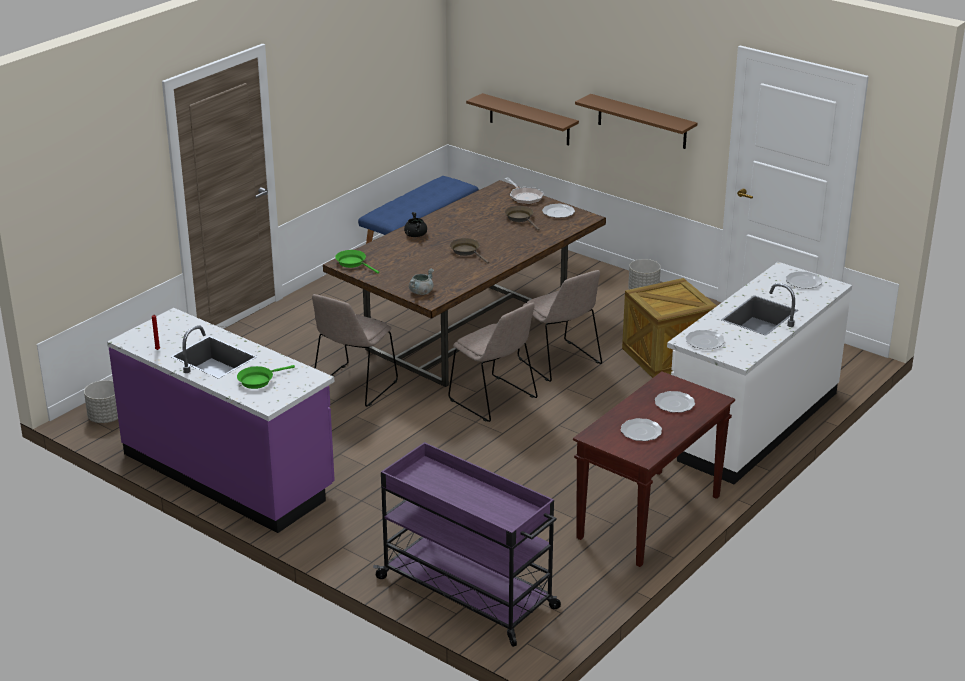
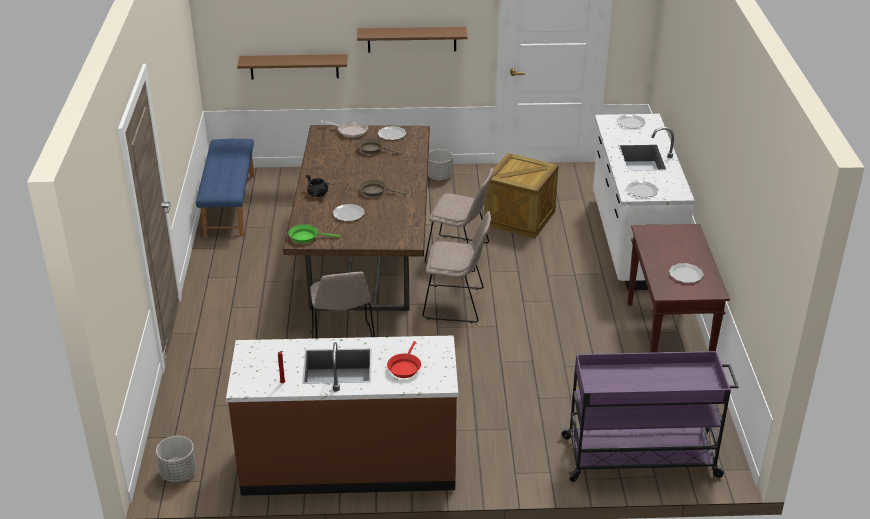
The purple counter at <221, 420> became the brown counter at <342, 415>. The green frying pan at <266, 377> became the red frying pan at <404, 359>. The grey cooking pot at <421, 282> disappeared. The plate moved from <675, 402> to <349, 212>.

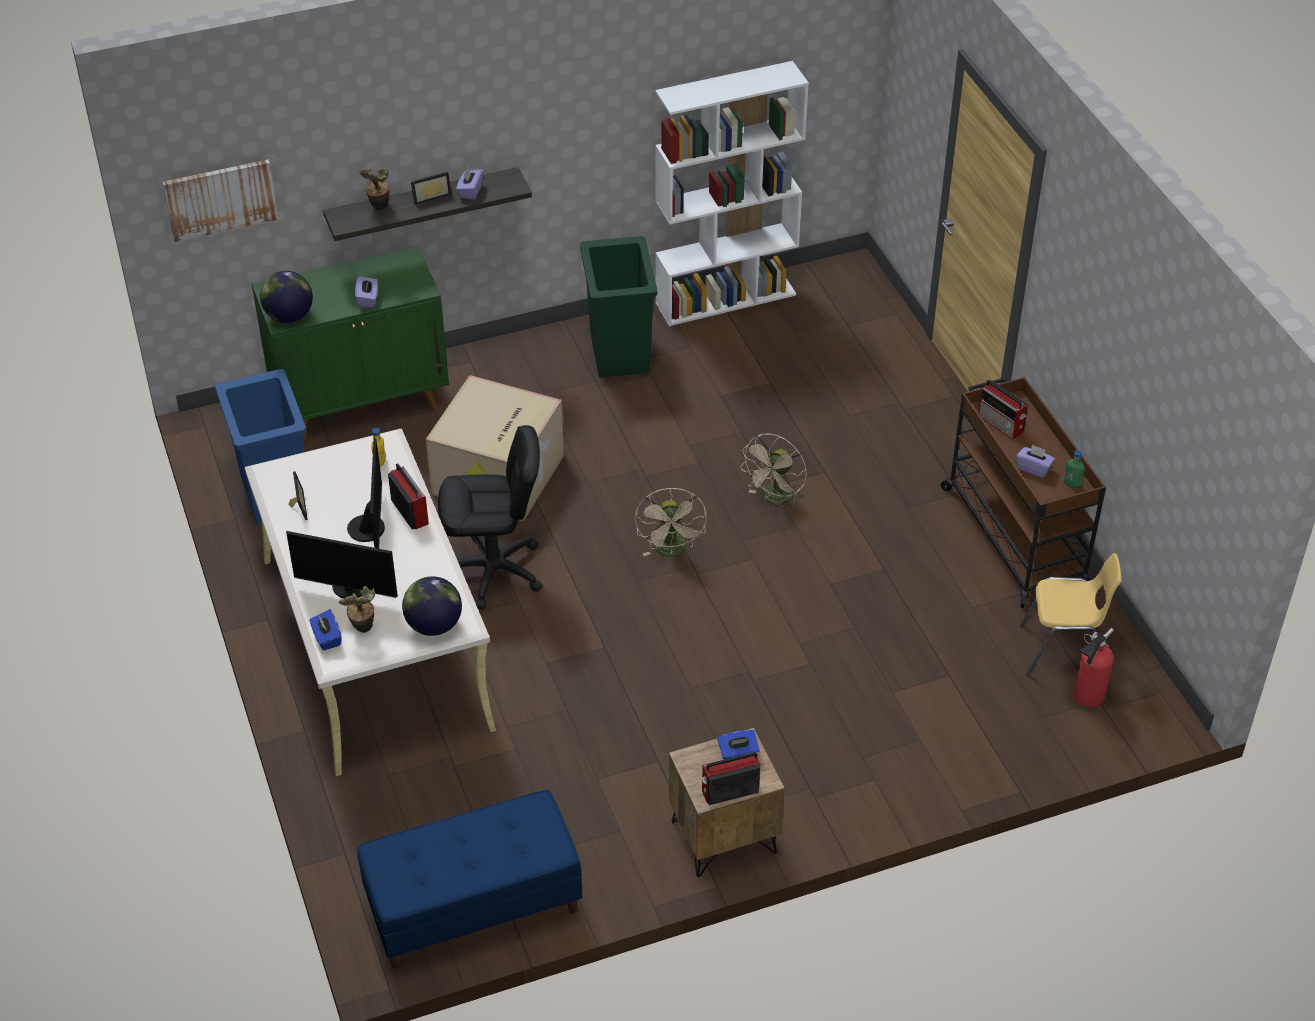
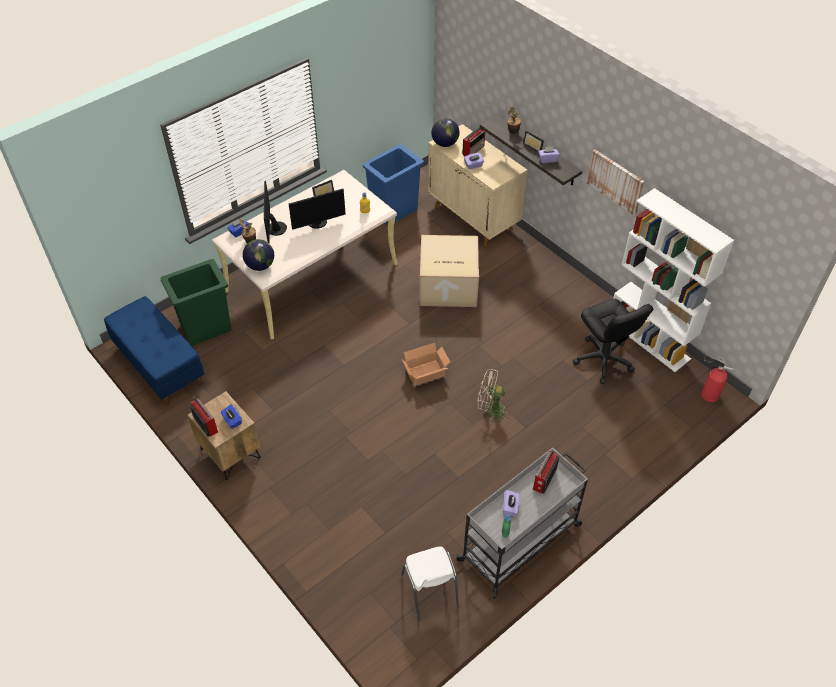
The picture moved from <220, 200> to <615, 182>. The green cabinet at <350, 343> became the beige cabinet at <478, 185>. The radio moved from <408, 496> to <473, 142>. The black office chair moved from <490, 517> to <613, 341>. The green trash can moved from <618, 307> to <196, 302>. The beige fan at <671, 522> was replaced by the cardboard box at <426, 364>. The brown cart at <1023, 492> became the grey cart at <521, 523>. The yellow chair at <1070, 614> became the white chair at <430, 584>. The fire extinguisher moved from <1093, 667> to <717, 379>.

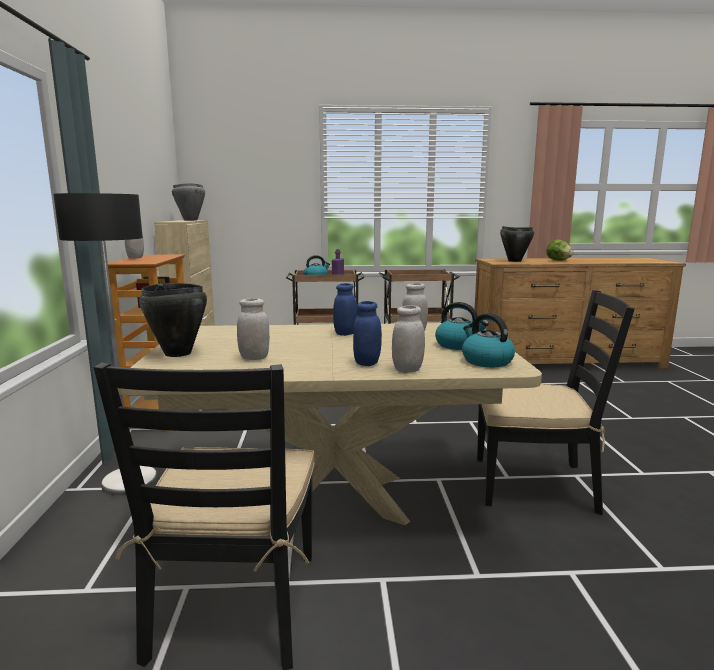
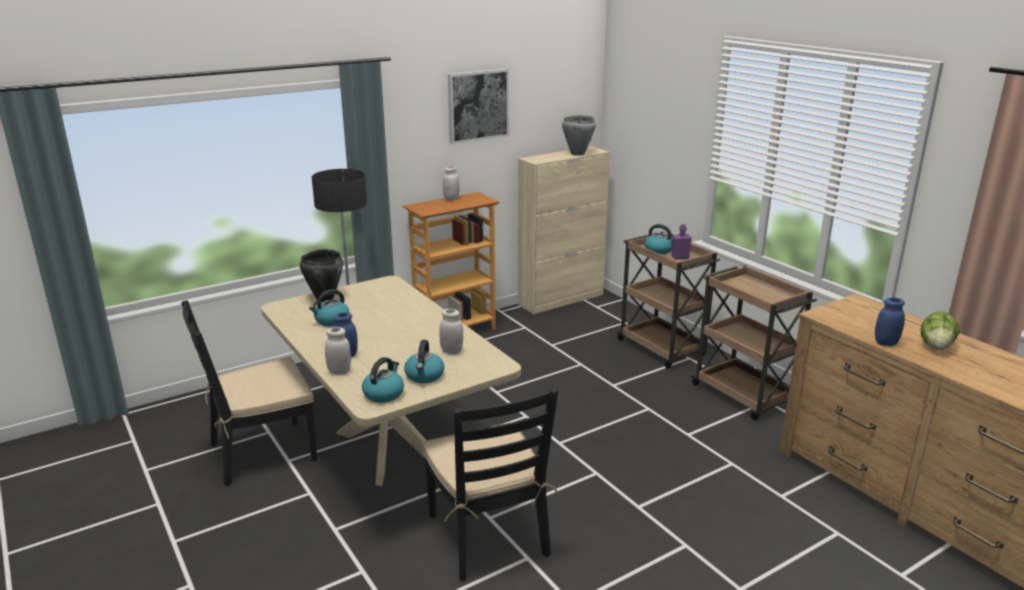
The white jar at <253, 329> was replaced by the kettle at <329, 307>. The blue jar moved from <345, 309> to <890, 322>. The black cooking pot at <517, 244> disappeared. The picture at <478, 106> appeared.

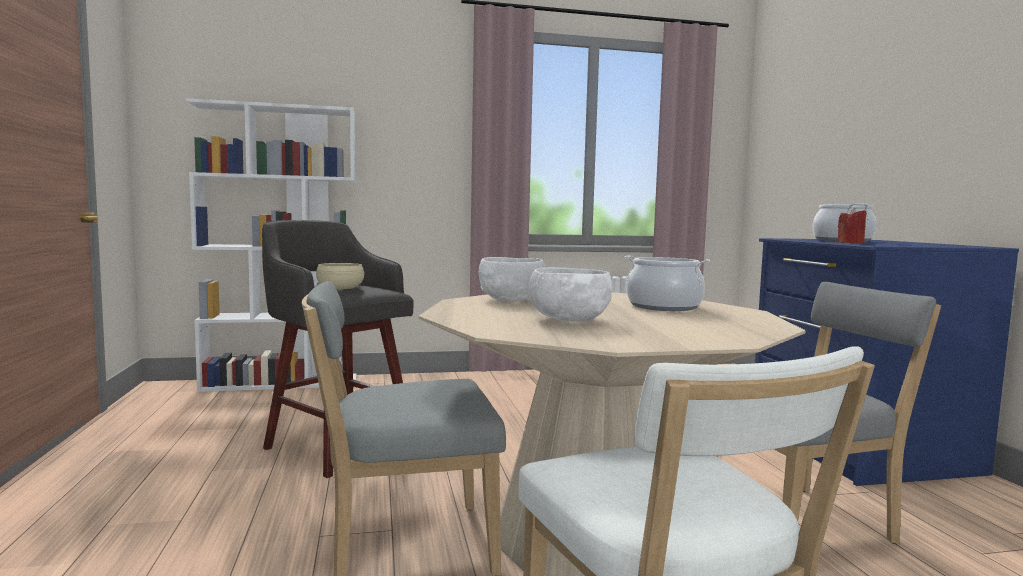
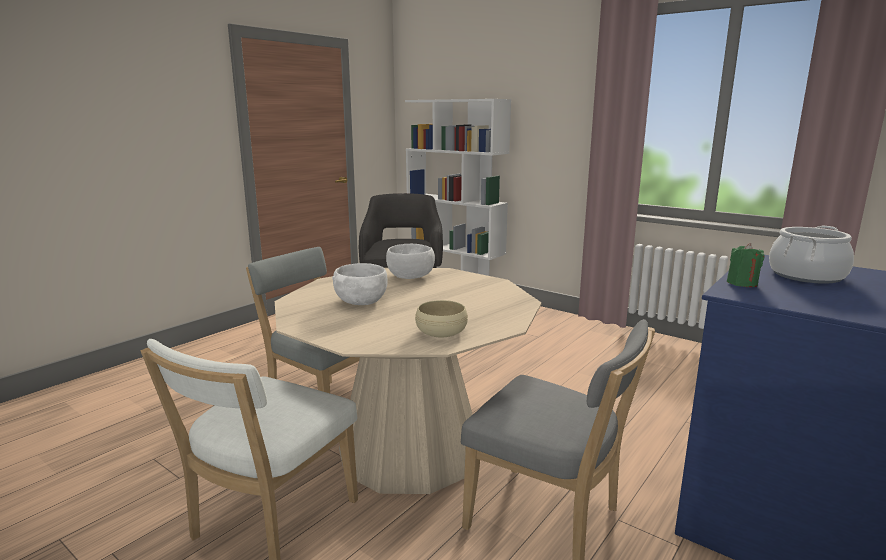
The beige bowl moved from <340, 276> to <441, 318>. The cooking pot at <667, 283> disappeared. The red candle at <852, 226> became the green candle at <746, 265>.

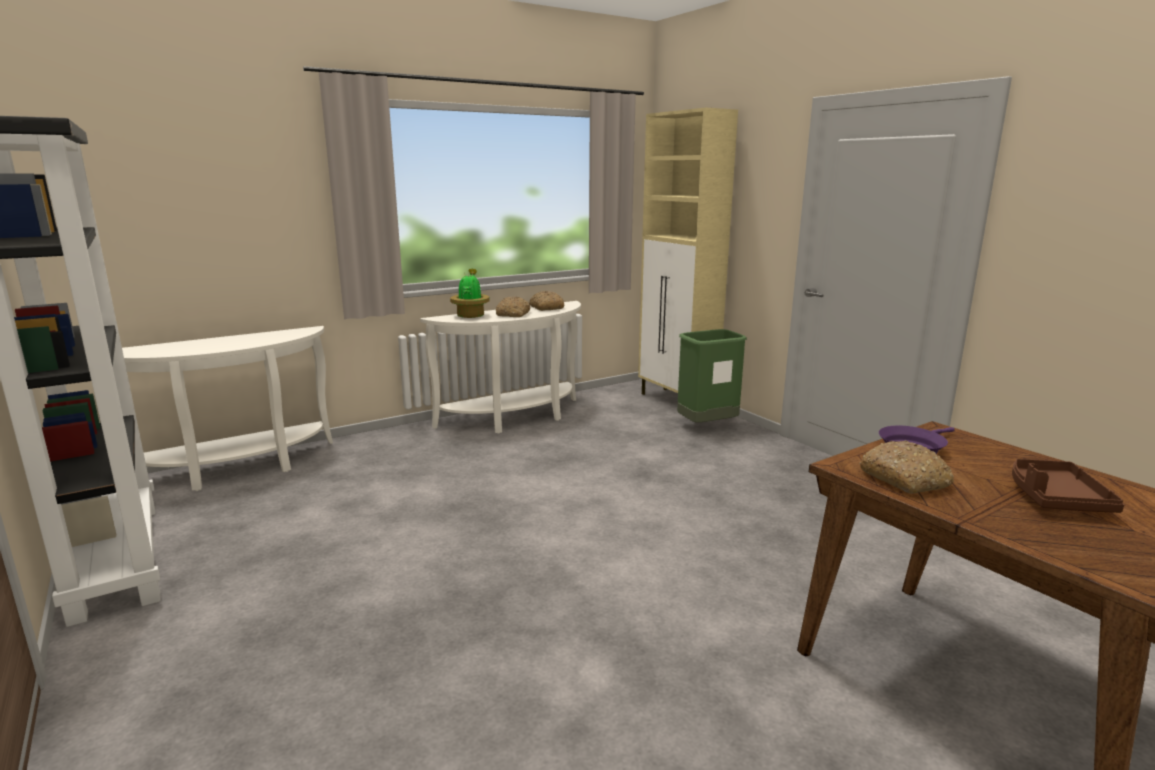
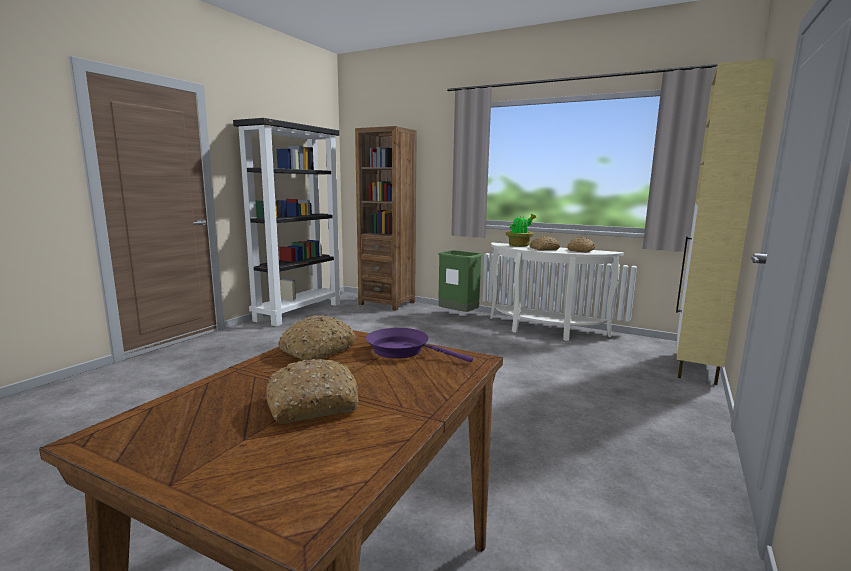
The white console table at <227, 408> was replaced by the brown bookcase at <386, 218>. The green trash can moved from <712, 375> to <460, 281>. The brown tray at <1068, 486> was replaced by the bread at <312, 391>.

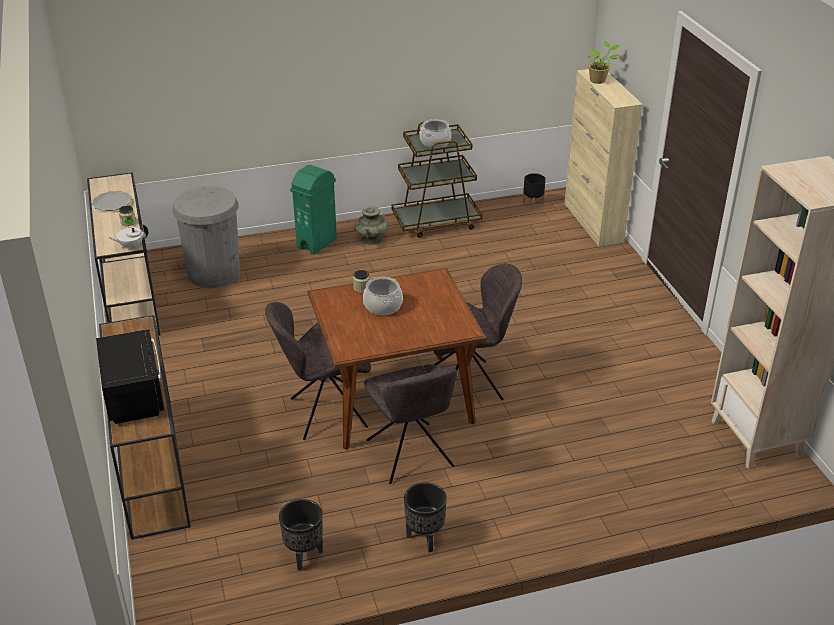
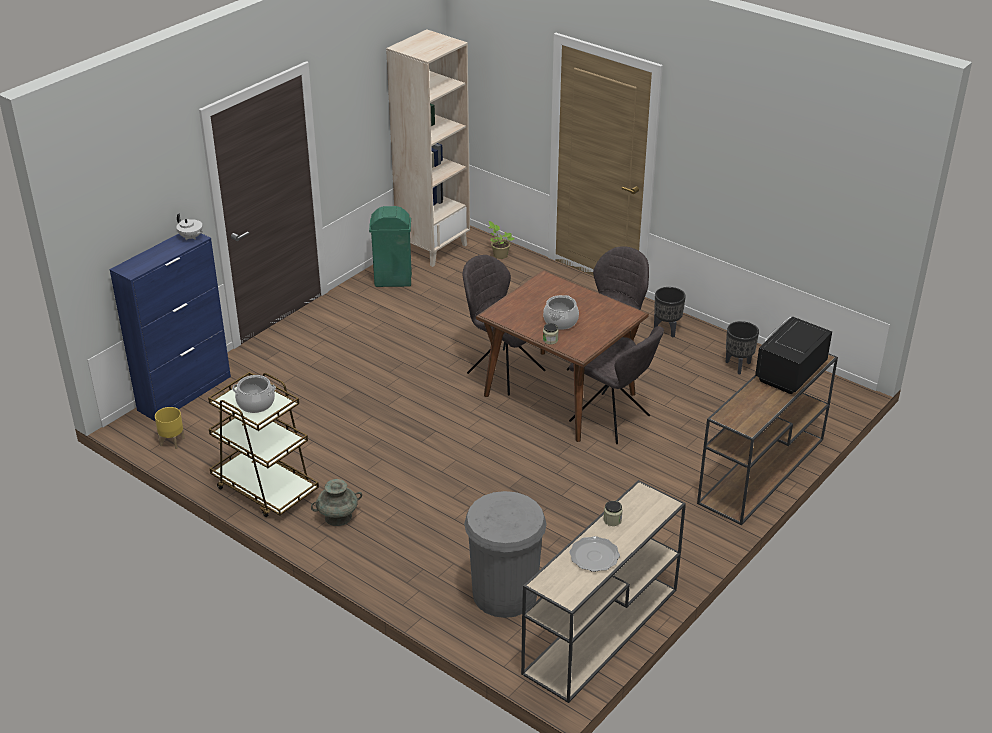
The white teapot moved from <128, 236> to <189, 226>. The green trash can moved from <313, 209> to <390, 246>. The black planter at <534, 191> became the yellow planter at <170, 428>. The beige cabinet at <604, 158> became the blue cabinet at <170, 327>. The potted plant moved from <603, 62> to <501, 240>.

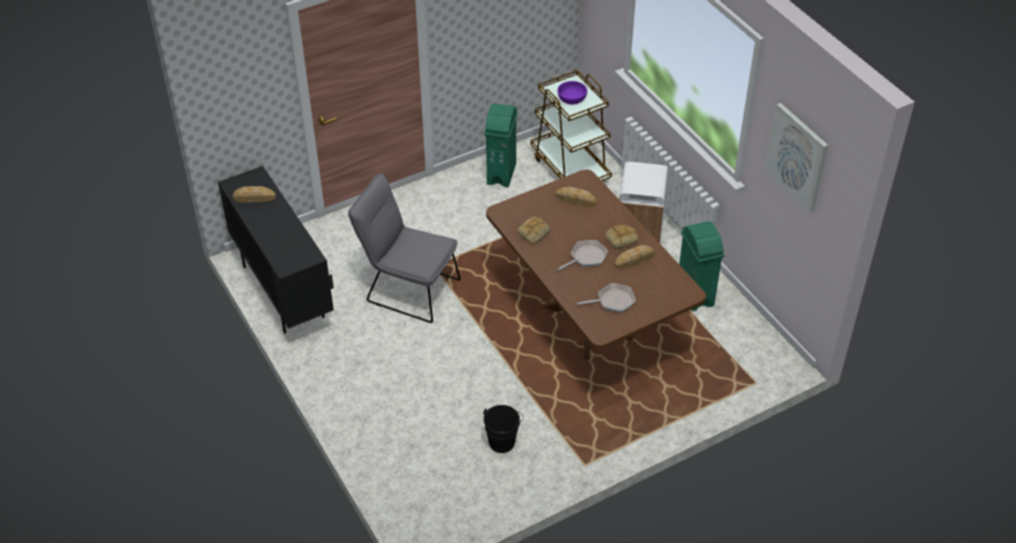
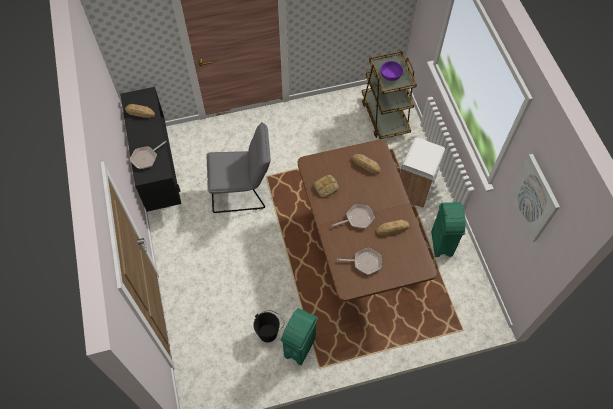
The grey chair at <404, 248> turned 135 degrees clockwise. The green trash can moved from <501, 145> to <299, 336>. The bread at <621, 237> disappeared. The frying pan at <148, 155> appeared.

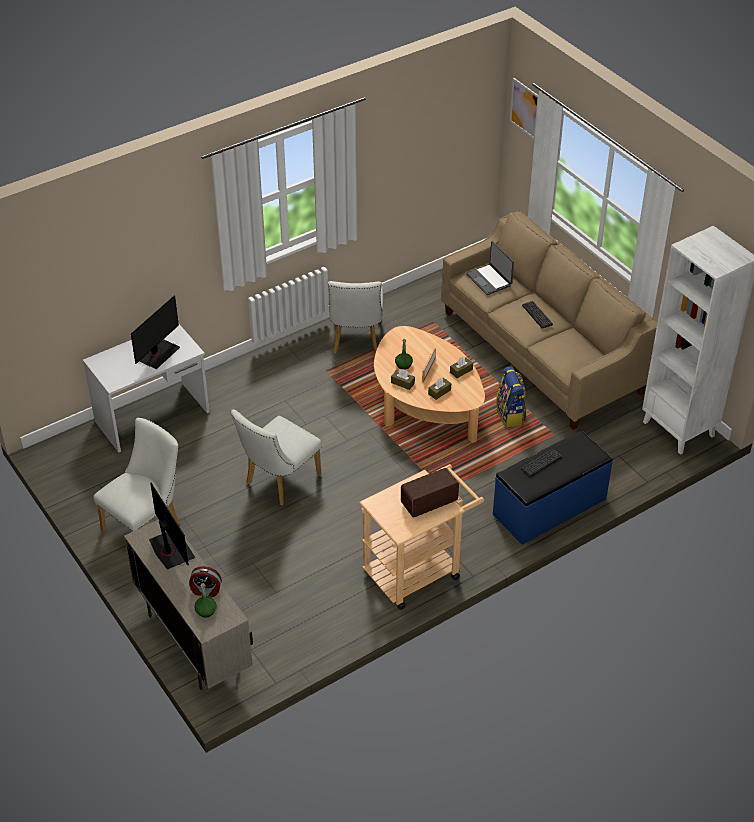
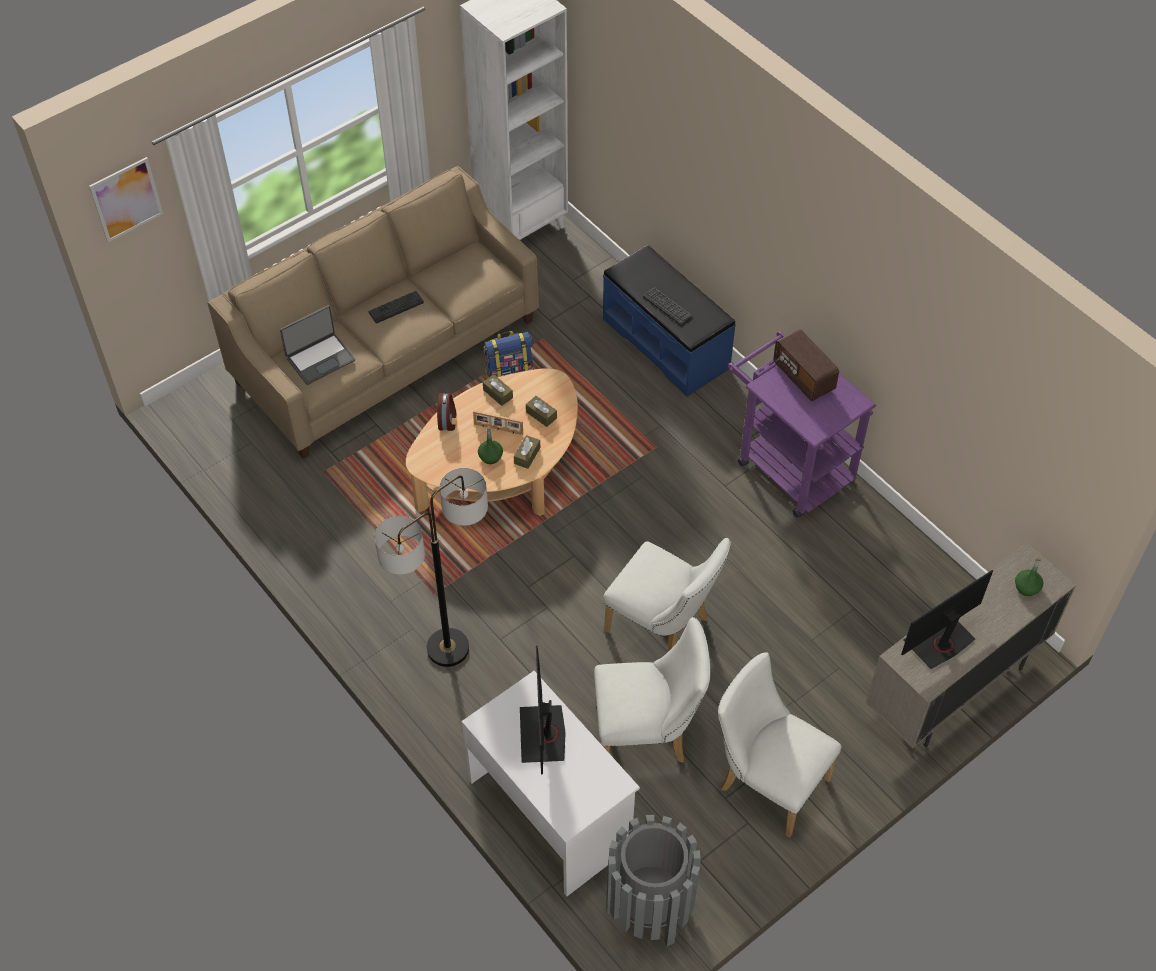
The monitor at <155, 332> turned 120 degrees counterclockwise. The alarm clock moved from <205, 581> to <447, 412>. The white chair moved from <355, 317> to <652, 690>. The beige cart at <421, 537> became the purple cart at <802, 424>. The floor lamp at <431, 567> appeared. The grey trash can at <653, 880> appeared.

